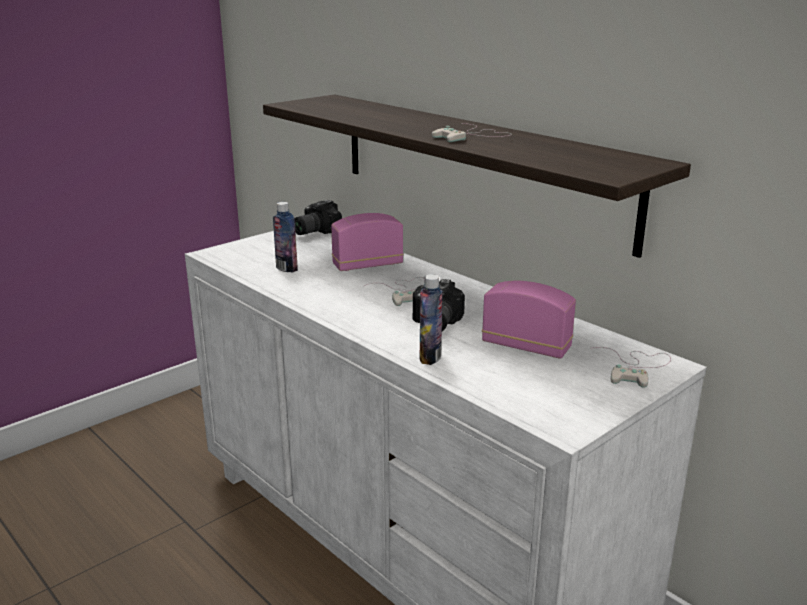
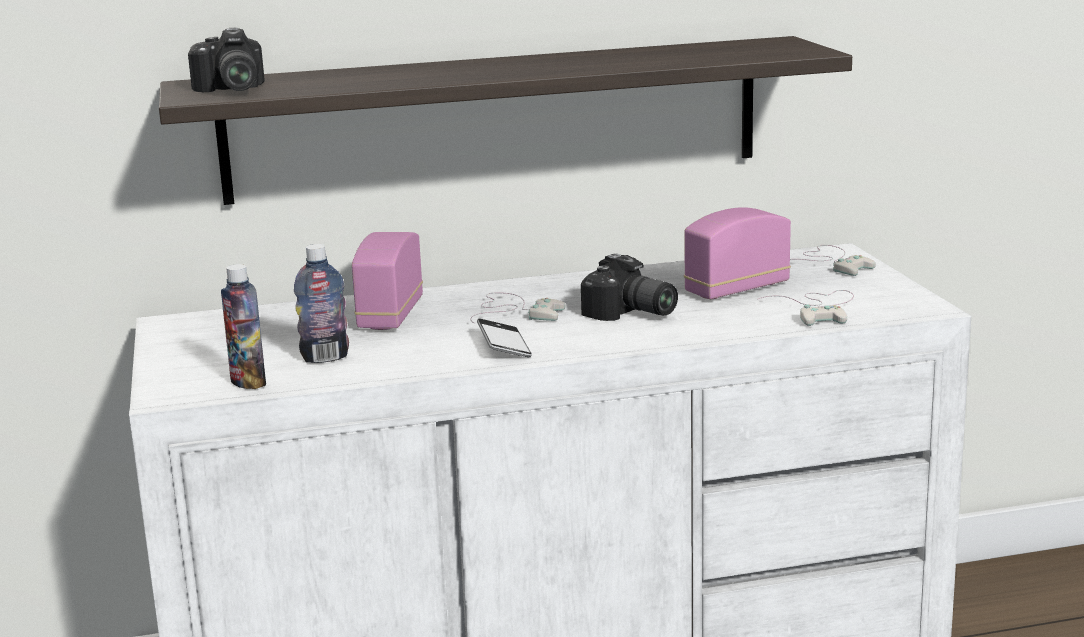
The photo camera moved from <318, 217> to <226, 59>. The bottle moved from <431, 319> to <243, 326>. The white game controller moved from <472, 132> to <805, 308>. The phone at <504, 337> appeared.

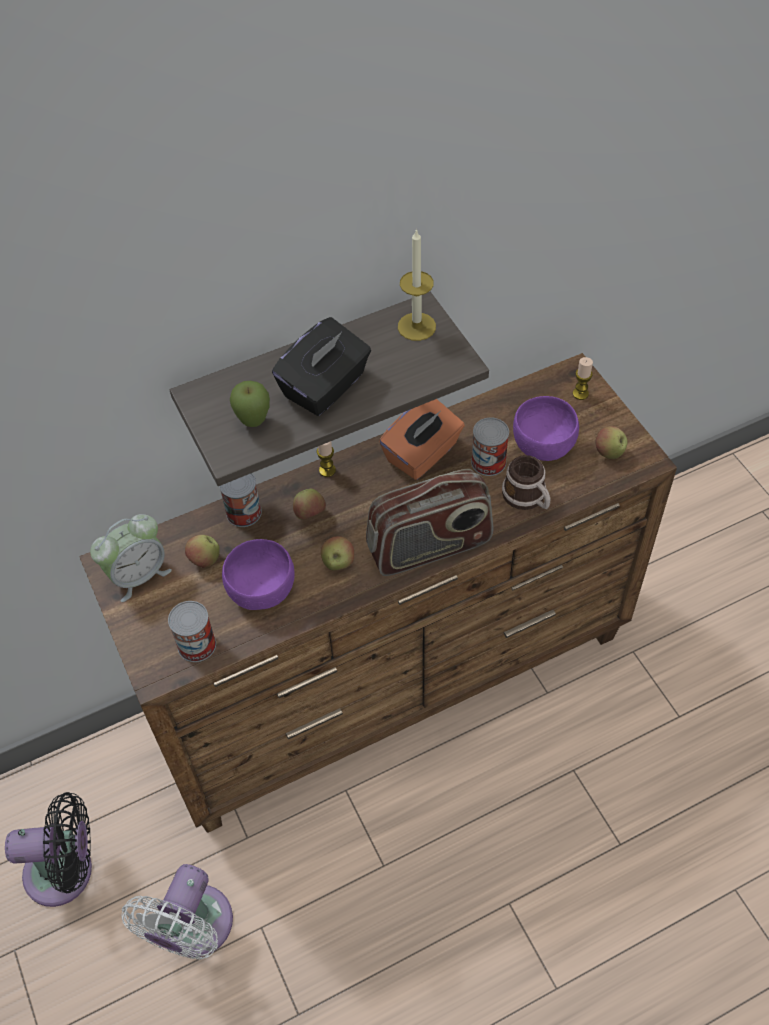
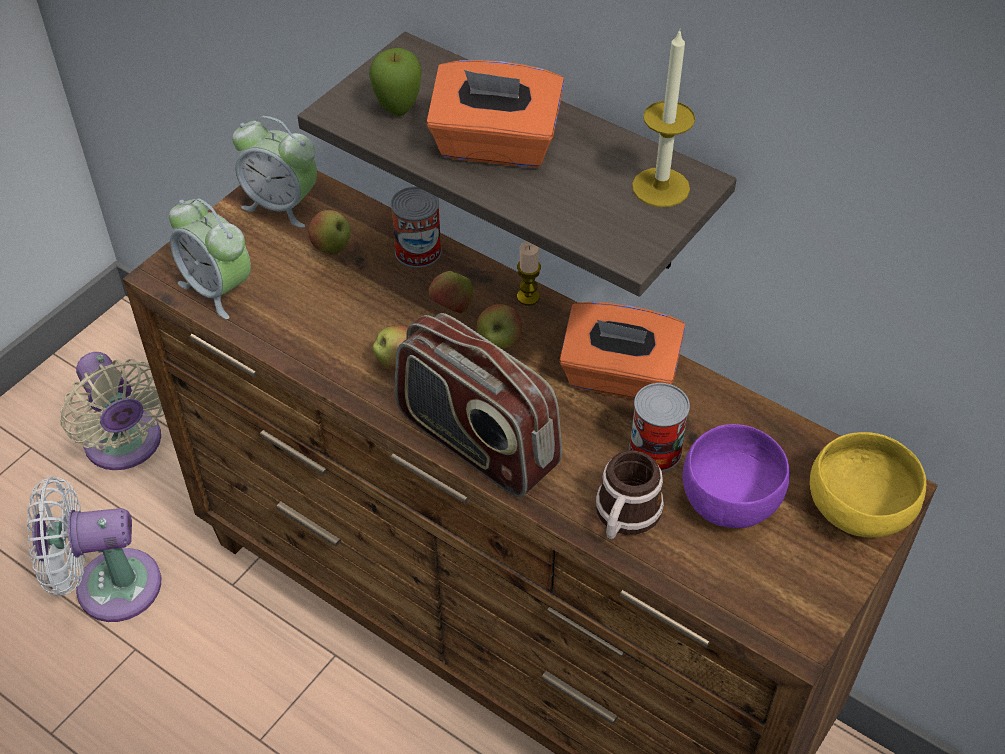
The black fan at <48, 849> became the beige fan at <112, 411>. The can at <192, 631> was replaced by the alarm clock at <210, 258>. The purple bowl at <258, 574> disappeared. The black tissue box at <321, 366> became the orange tissue box at <495, 114>. The candle at <583, 378> was replaced by the yellow bowl at <868, 485>. The apple moved from <612, 442> to <499, 326>.

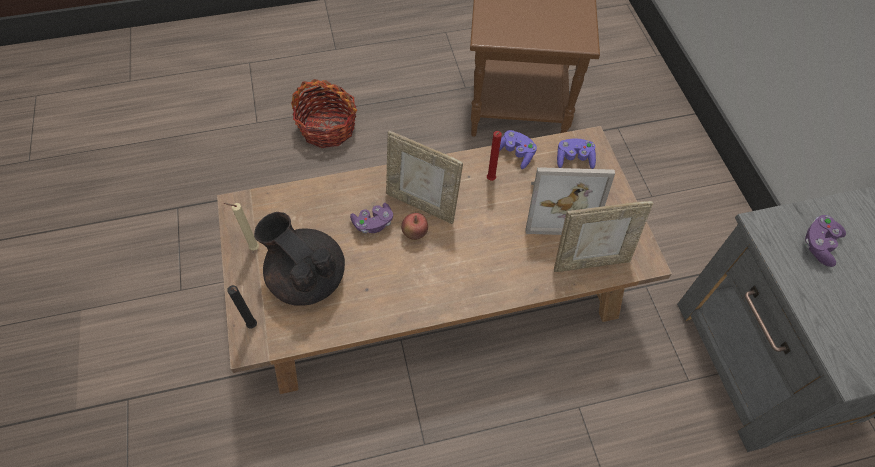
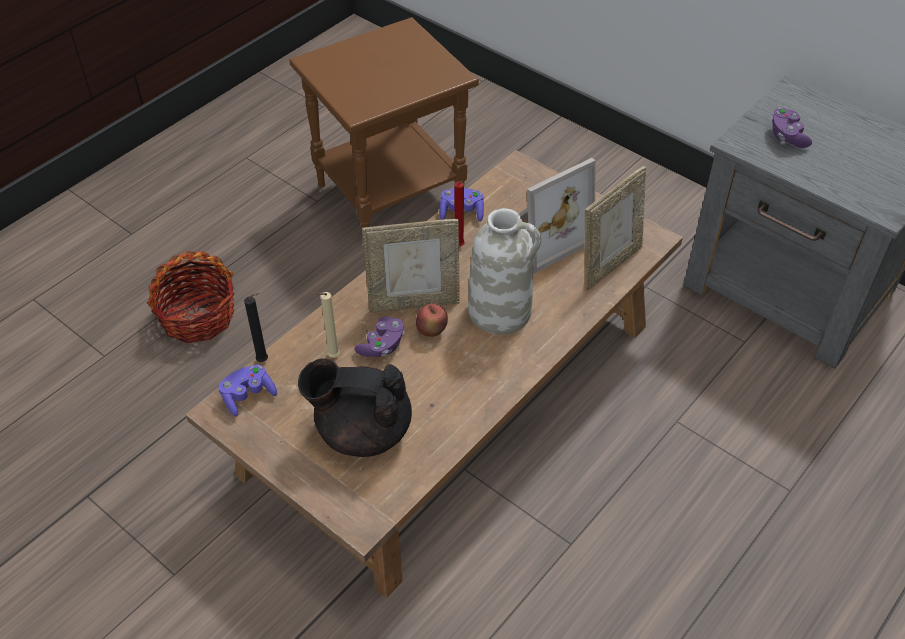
The beige candle moved from <241, 226> to <328, 324>. The black candle moved from <242, 307> to <256, 327>. The purple game controller moved from <576, 153> to <248, 390>. The white vase at <504, 271> appeared.

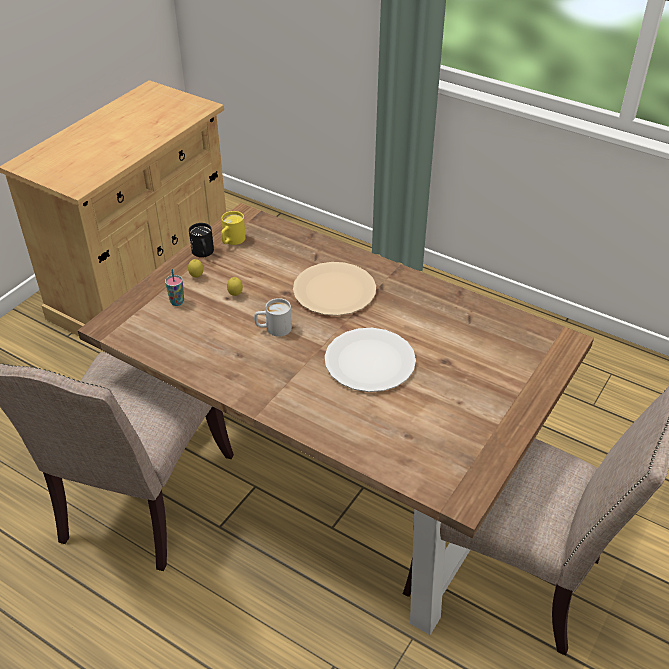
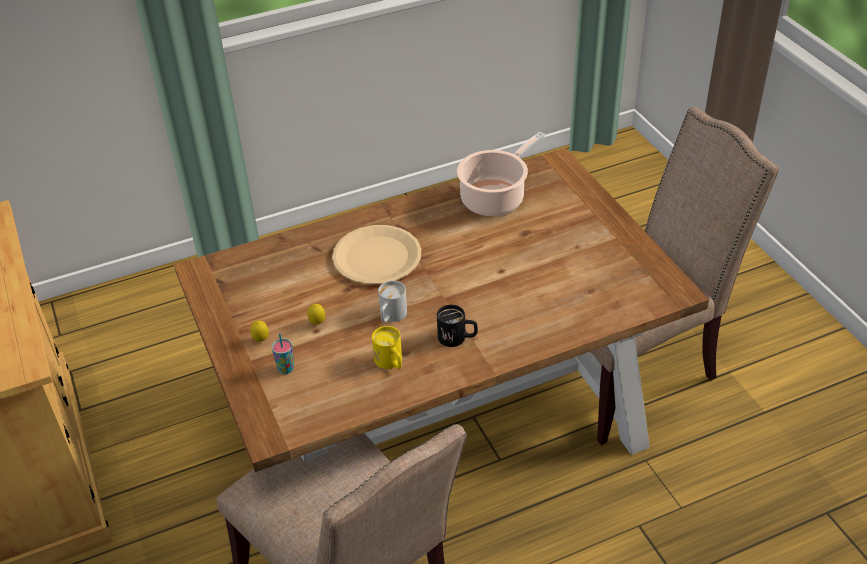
The black mug moved from <201, 240> to <457, 326>. The yellow mug moved from <233, 228> to <387, 347>. The white plate at <370, 360> disappeared. The cooking pot at <501, 174> appeared.

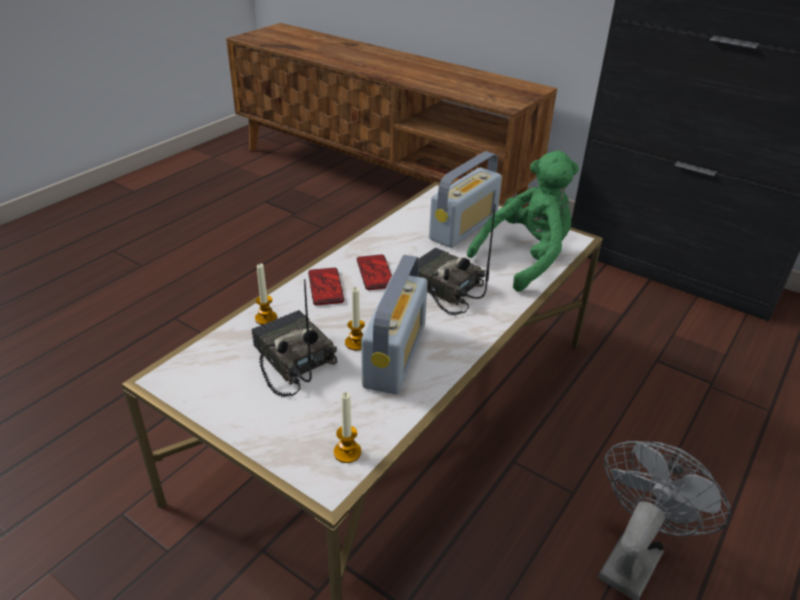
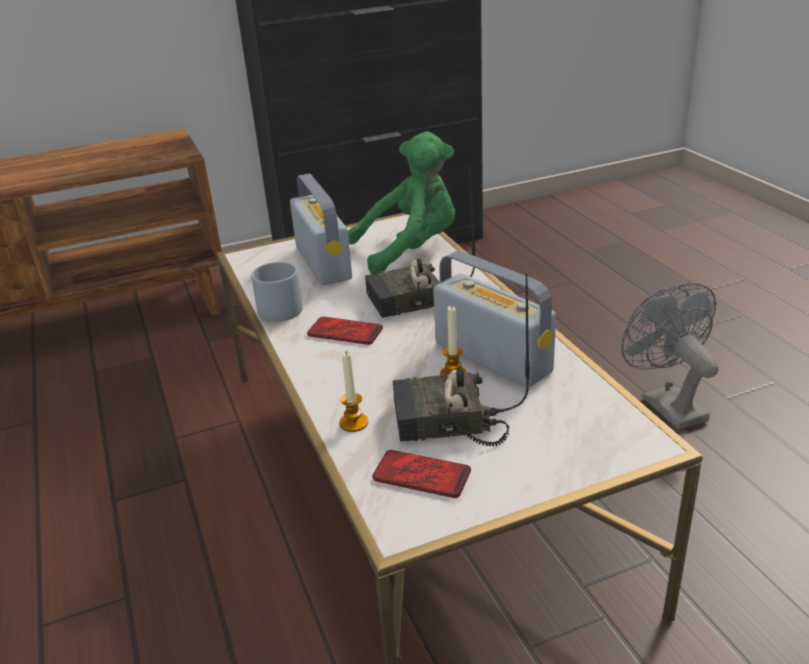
The phone moved from <326, 287> to <421, 474>. The candle at <347, 427> disappeared. The green plush toy at <523, 221> turned 75 degrees clockwise. The grey mug at <277, 292> appeared.

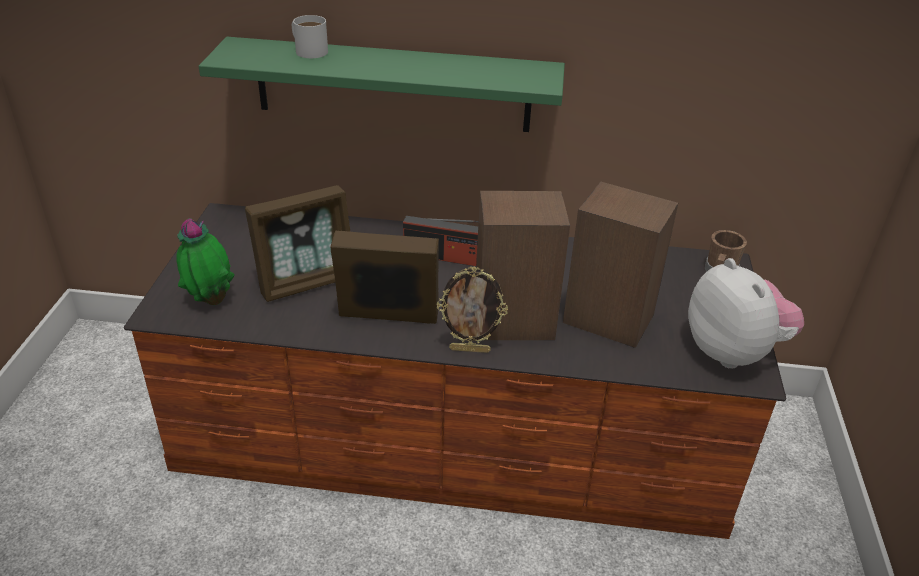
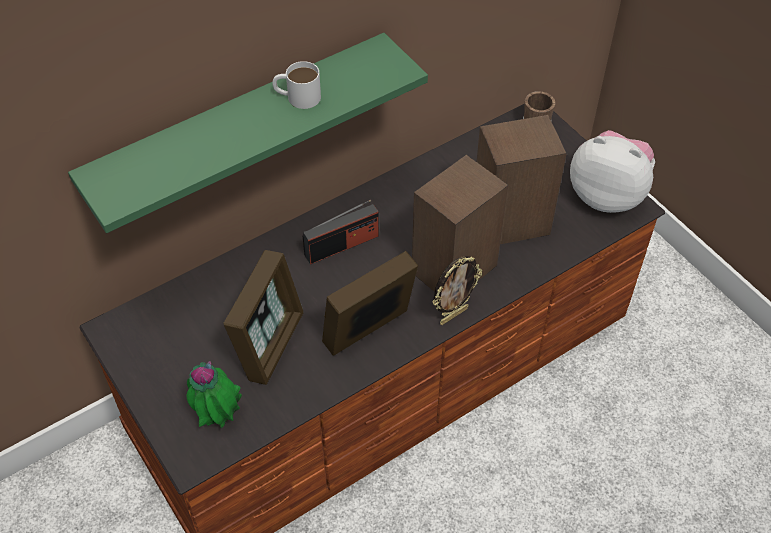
The white mug moved from <310, 36> to <296, 85>.

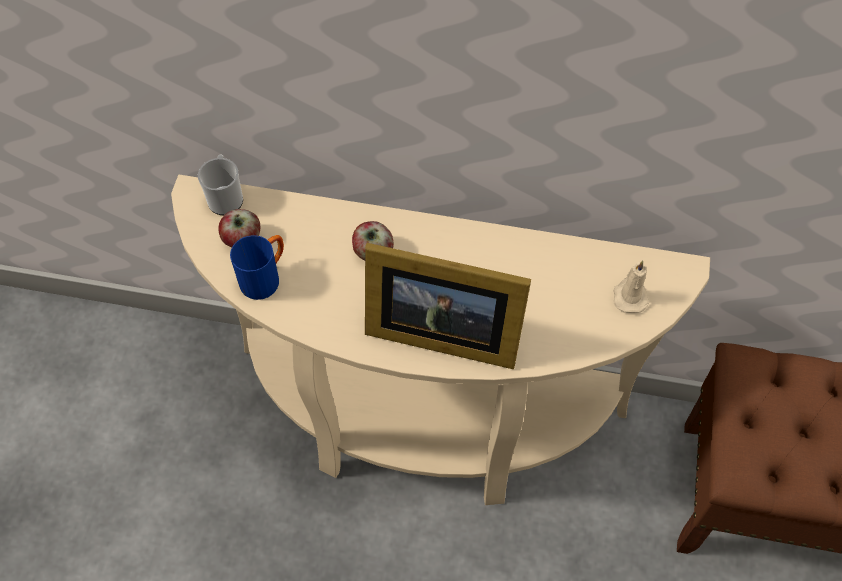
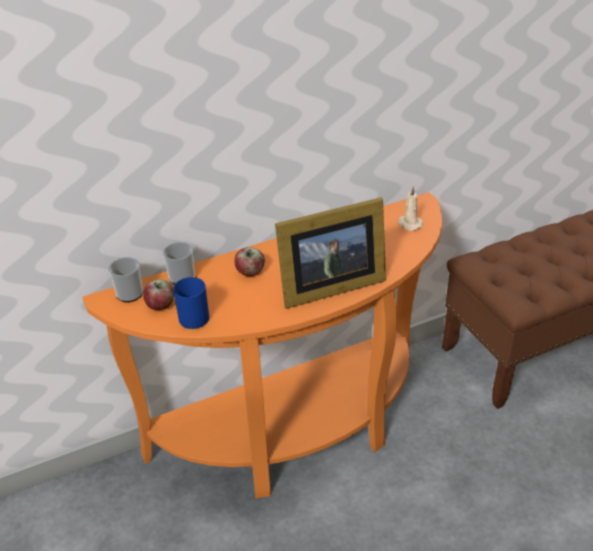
The beige console table at <440, 340> became the orange console table at <262, 345>. The mug at <179, 263> appeared.

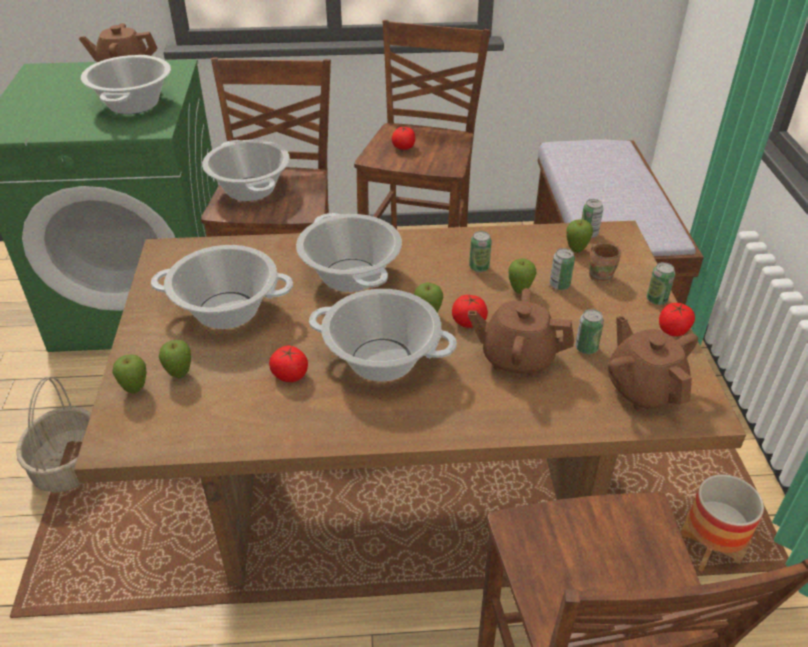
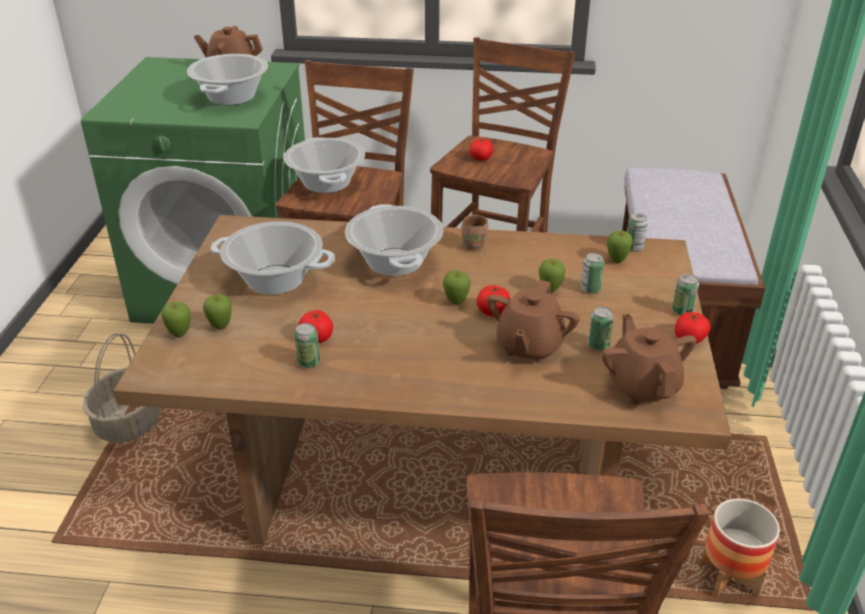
The cooking pot at <383, 335> disappeared. The brown teapot at <521, 332> turned 90 degrees counterclockwise. The can moved from <480, 251> to <307, 345>. The brown mug moved from <605, 263> to <474, 233>.

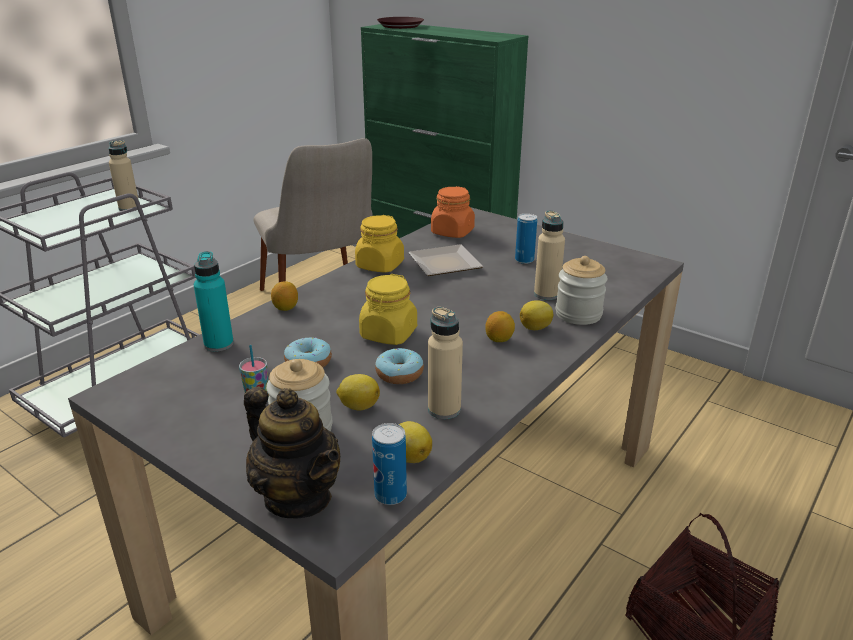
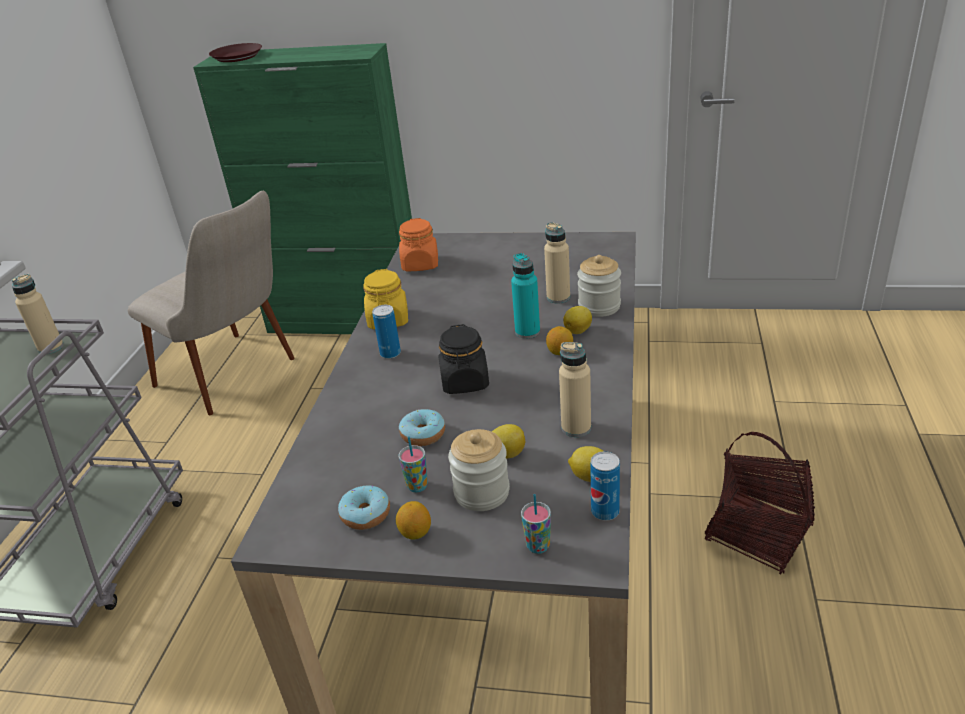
The turquoise bottle moved from <214, 301> to <525, 296>. The teapot at <292, 453> was replaced by the cup at <536, 524>. The lemon moved from <284, 296> to <413, 520>. The yellow jar at <388, 309> became the black jar at <464, 359>. The donut moved from <399, 366> to <364, 507>. The plate at <446, 260> disappeared. The can moved from <526, 238> to <386, 332>.

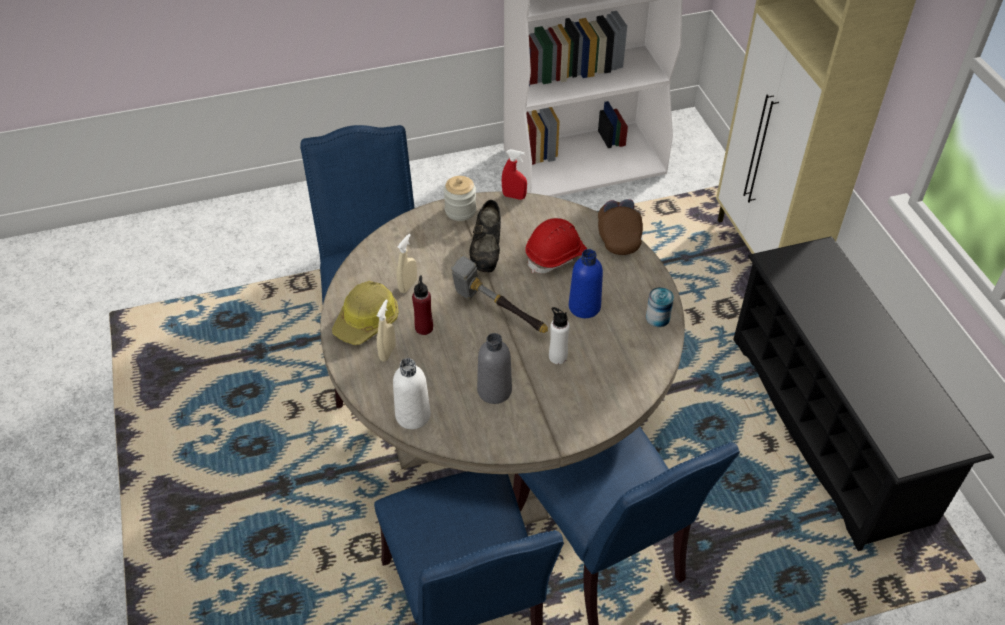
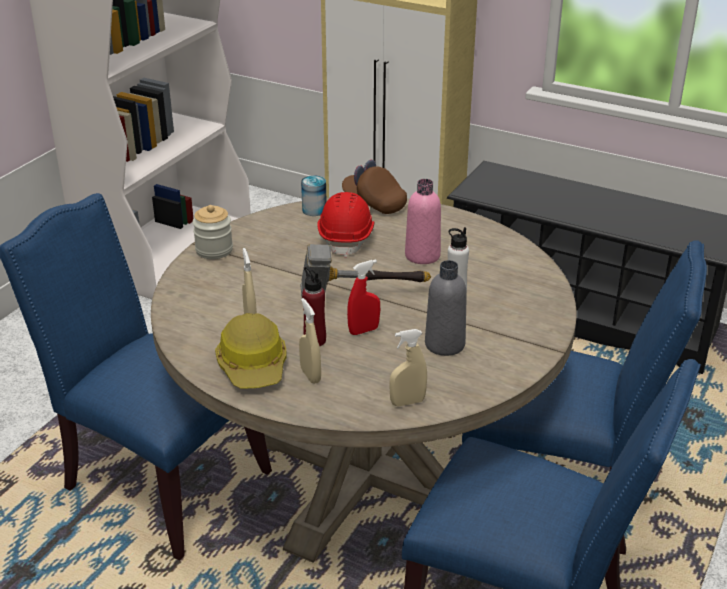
The white bottle at <412, 393> was replaced by the beige spray bottle at <408, 367>. The black shoe at <485, 236> disappeared. The red spray bottle moved from <514, 174> to <363, 297>. The blue bottle at <586, 283> became the pink bottle at <423, 221>. The can moved from <660, 307> to <314, 196>.

